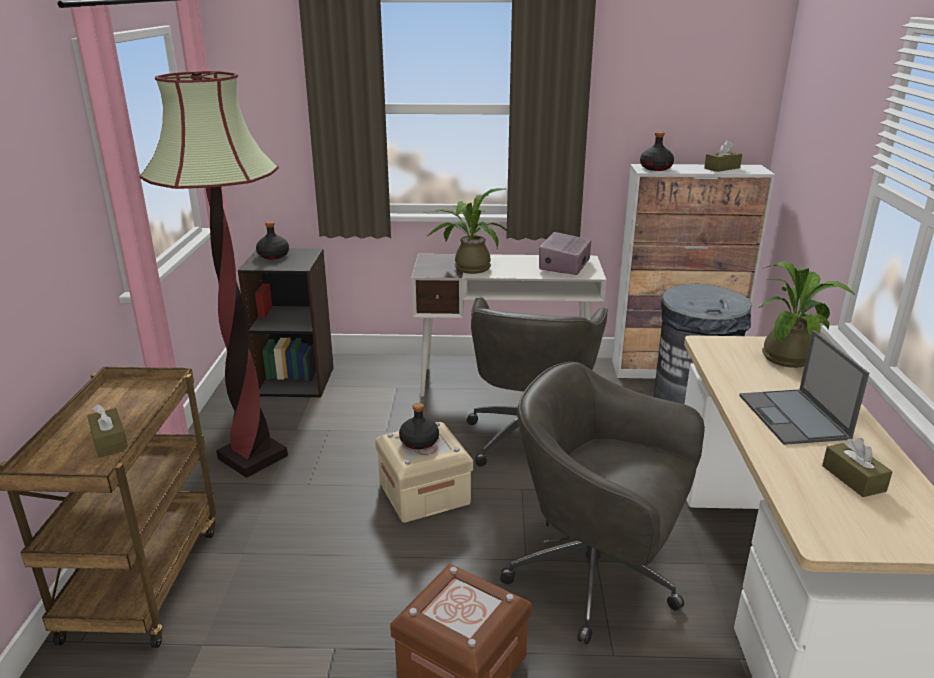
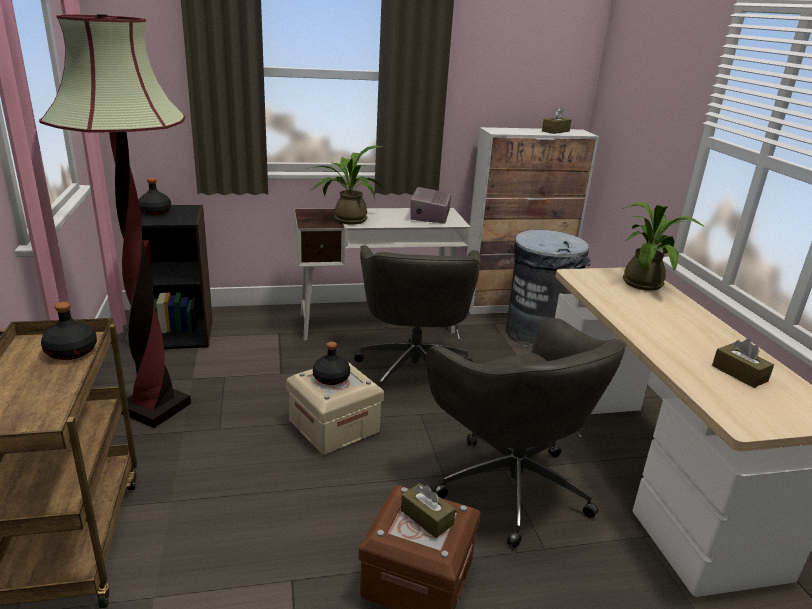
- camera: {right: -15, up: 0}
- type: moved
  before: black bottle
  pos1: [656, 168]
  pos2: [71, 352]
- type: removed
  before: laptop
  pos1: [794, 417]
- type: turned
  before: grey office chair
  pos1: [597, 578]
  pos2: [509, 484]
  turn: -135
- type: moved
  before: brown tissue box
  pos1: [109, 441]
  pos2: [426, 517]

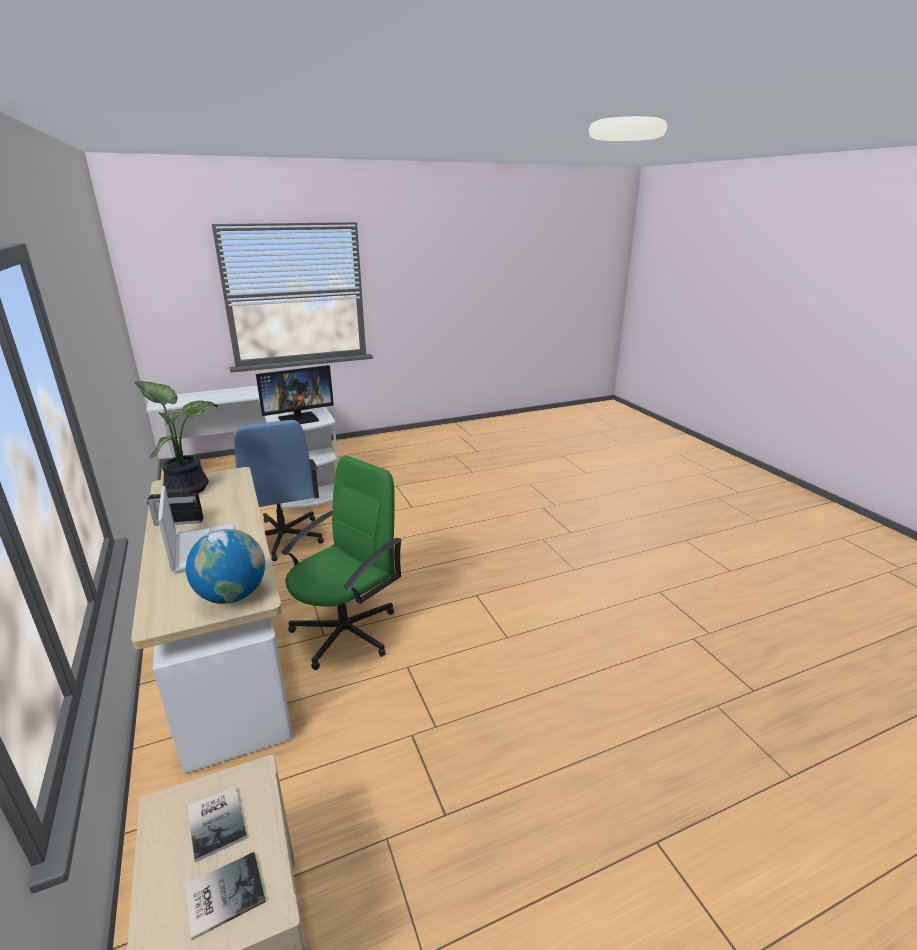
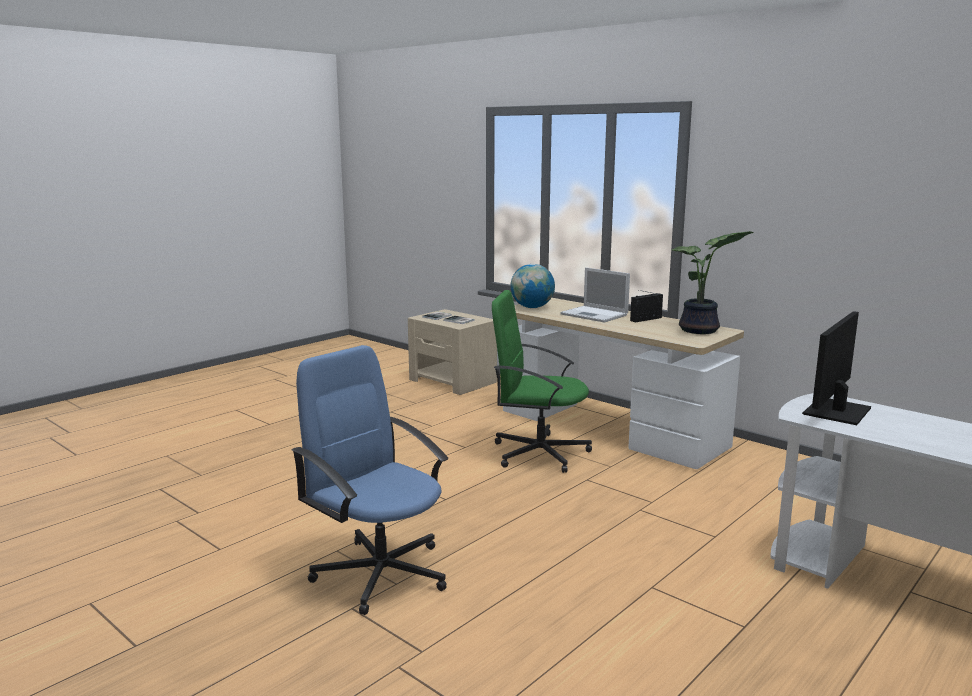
- camera: {right: 155, up: -10}
- type: moved
  before: blue office chair
  pos1: [283, 538]
  pos2: [380, 572]
- type: turned
  before: green office chair
  pos1: [346, 631]
  pos2: [538, 453]
  turn: 90

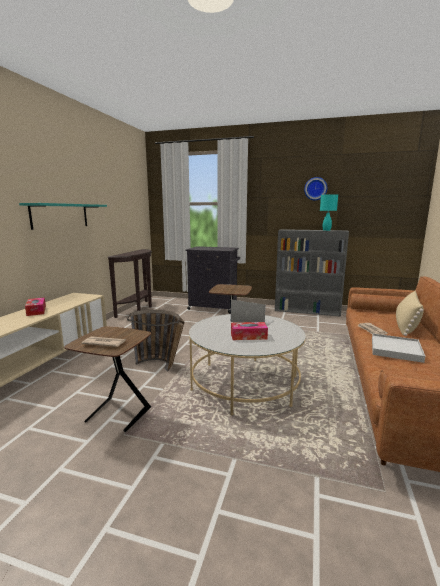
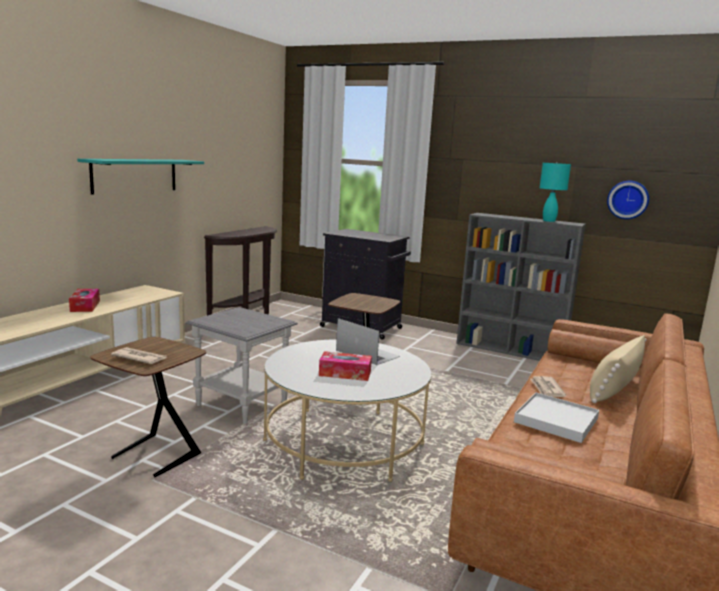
- camera: {right: 10, up: 0}
- type: moved
  before: wall clock
  pos1: [315, 189]
  pos2: [628, 199]
- type: replaced
  before: basket
  after: grey side table
  pos1: [162, 366]
  pos2: [241, 404]

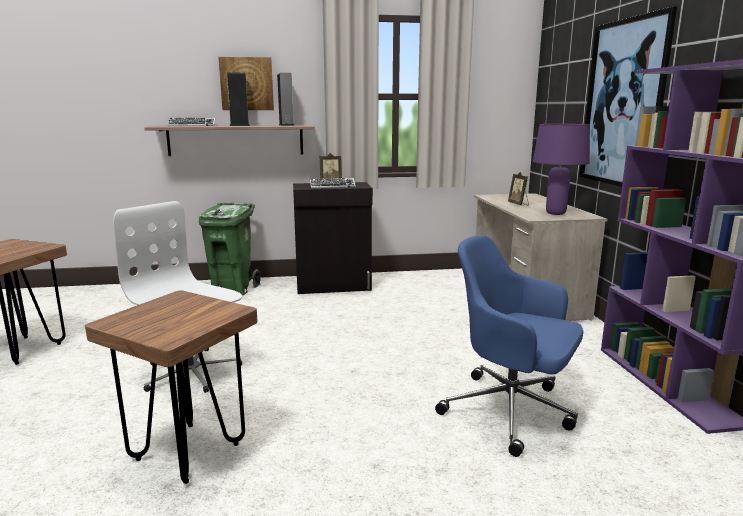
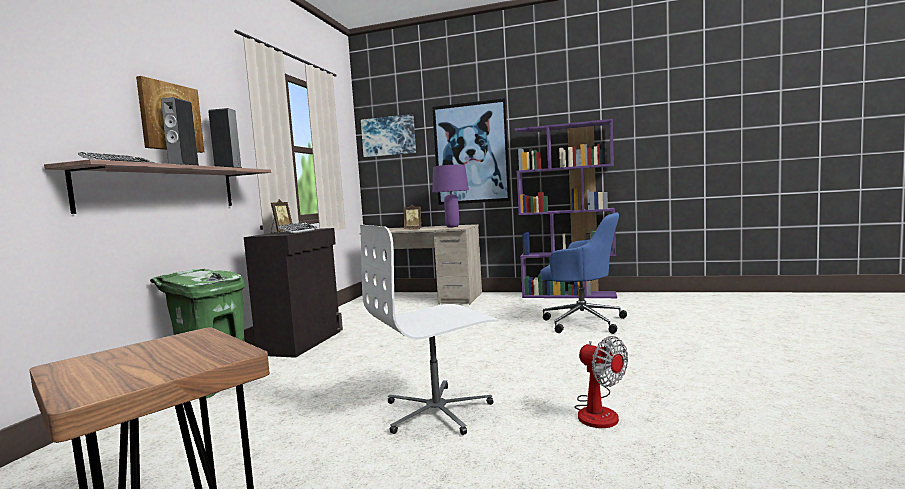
- camera: {right: -65, up: -10}
- type: turned
  before: blue office chair
  pos1: [511, 411]
  pos2: [581, 321]
  turn: -120
- type: replaced
  before: brown stool
  after: fan
  pos1: [189, 451]
  pos2: [597, 411]
- type: added
  after: picture
  pos2: [388, 136]

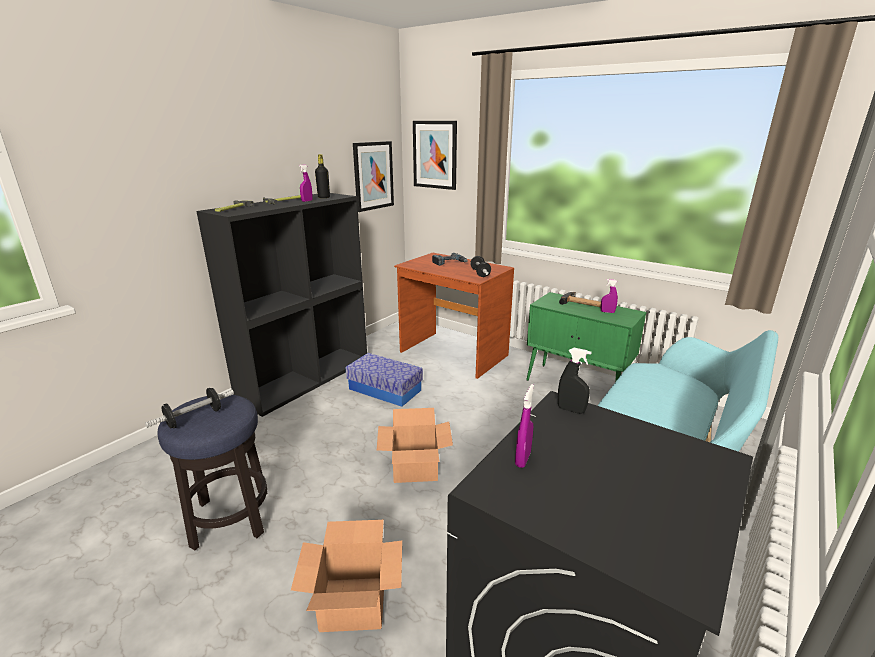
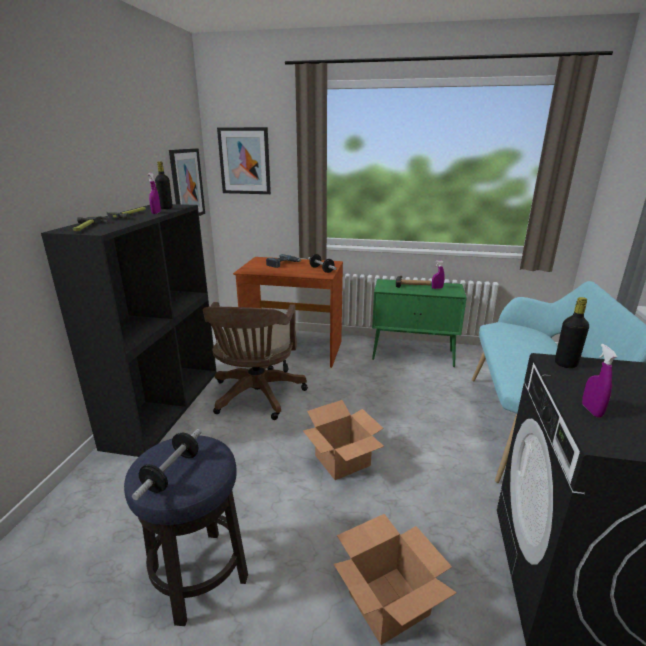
- camera: {right: -25, up: 0}
- type: replaced
  before: black spray bottle
  after: black bottle
  pos1: [571, 410]
  pos2: [565, 364]
- type: replaced
  before: storage box
  after: brown office chair
  pos1: [384, 390]
  pos2: [256, 397]

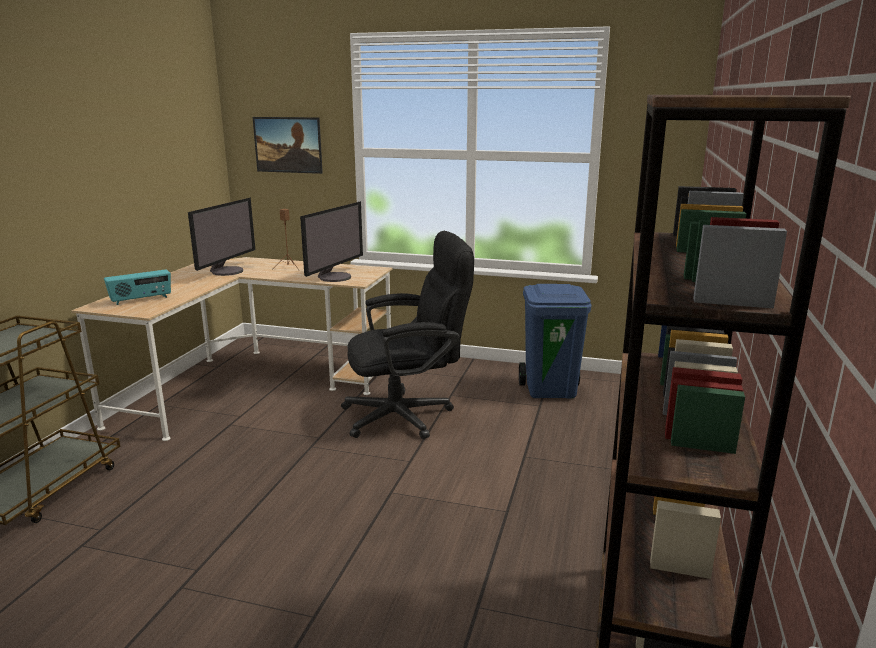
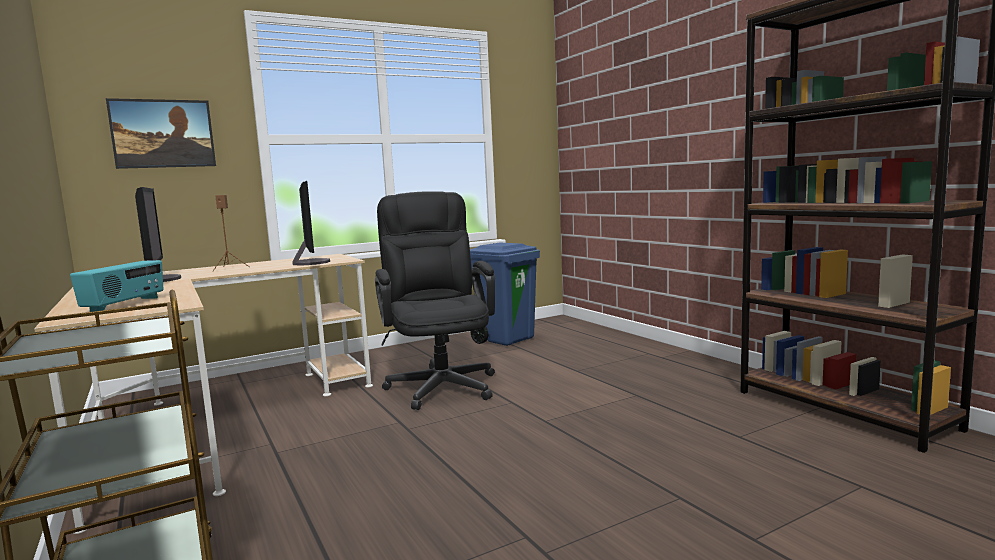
- camera: {right: -45, up: -10}
- type: turned
  before: black office chair
  pos1: [408, 415]
  pos2: [440, 383]
  turn: -45

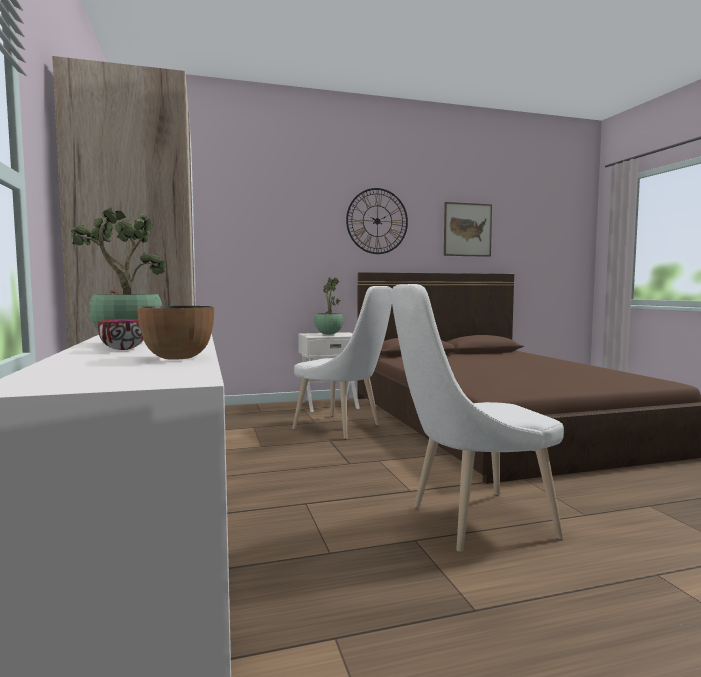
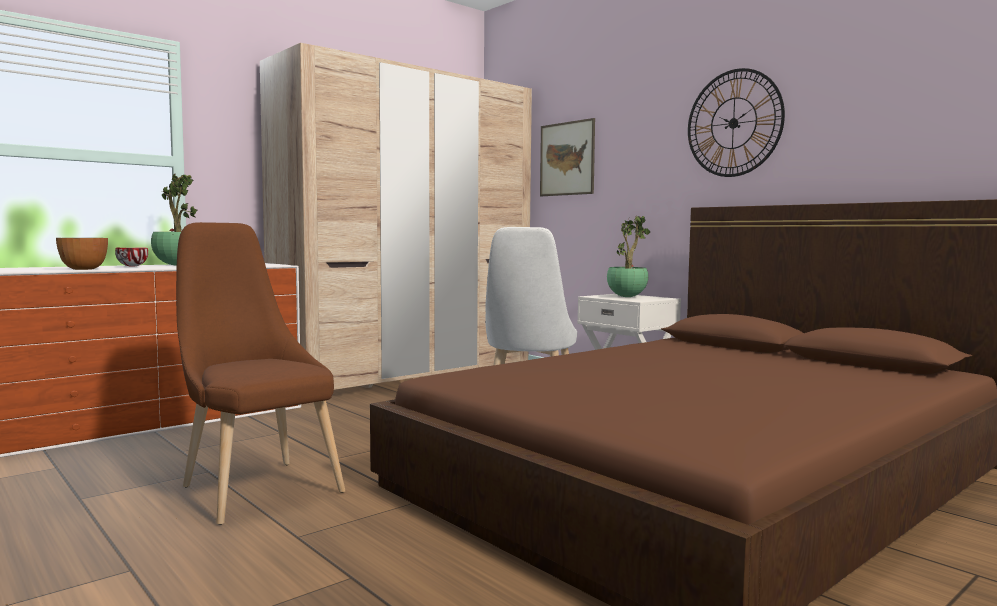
- camera: {right: 65, up: 0}
- type: moved
  before: picture
  pos1: [467, 229]
  pos2: [567, 158]
- type: recoloured
  before: white chair
  after: brown chair
  pos1: [472, 522]
  pos2: [255, 487]

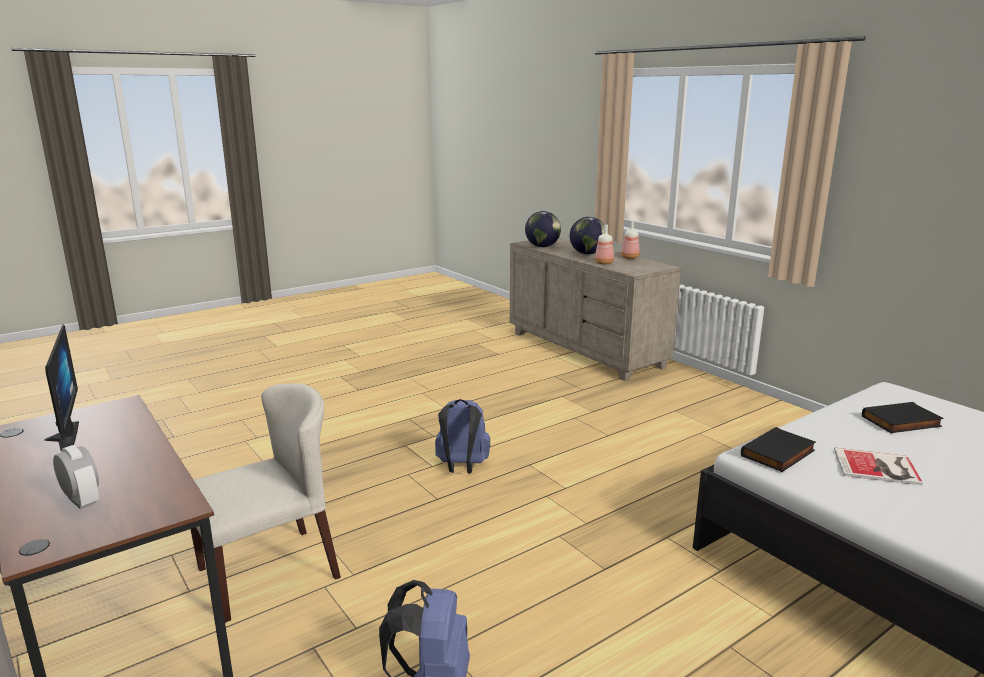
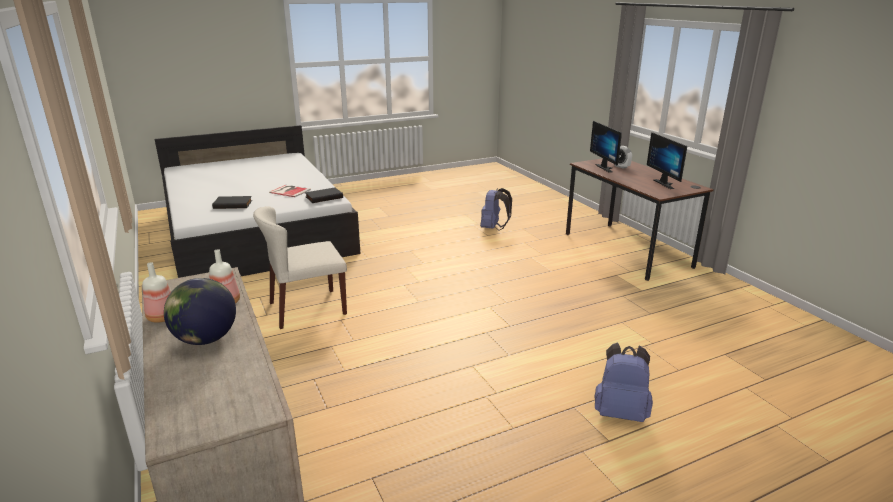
- camera: {right: -170, up: 5}
- type: removed
  before: globe
  pos1: [542, 246]
- type: moved
  before: beige chair
  pos1: [269, 572]
  pos2: [307, 308]
- type: moved
  before: blue backpack
  pos1: [462, 467]
  pos2: [620, 412]
- type: added
  after: monitor
  pos2: [607, 168]

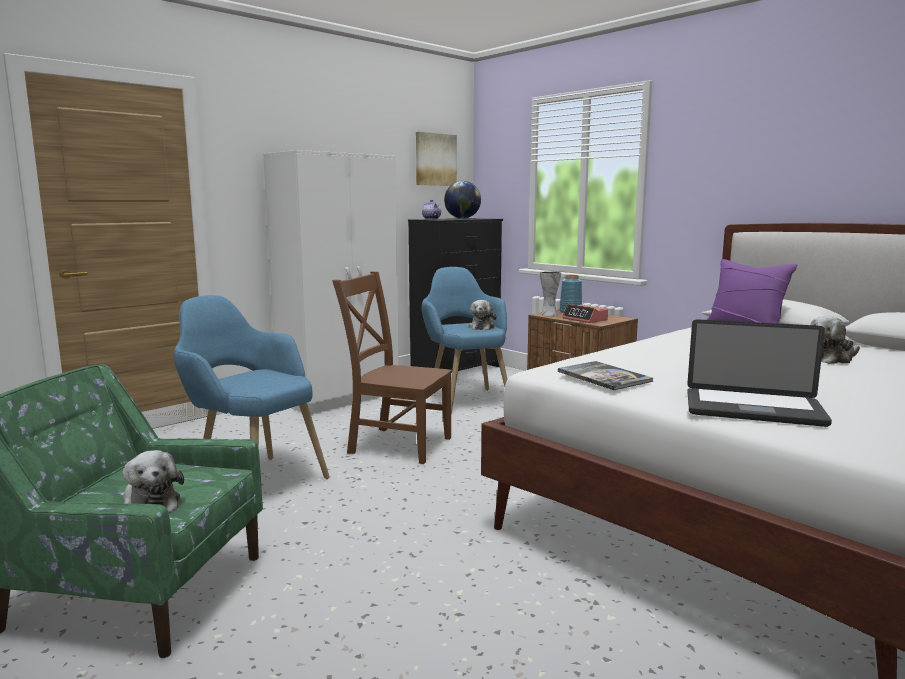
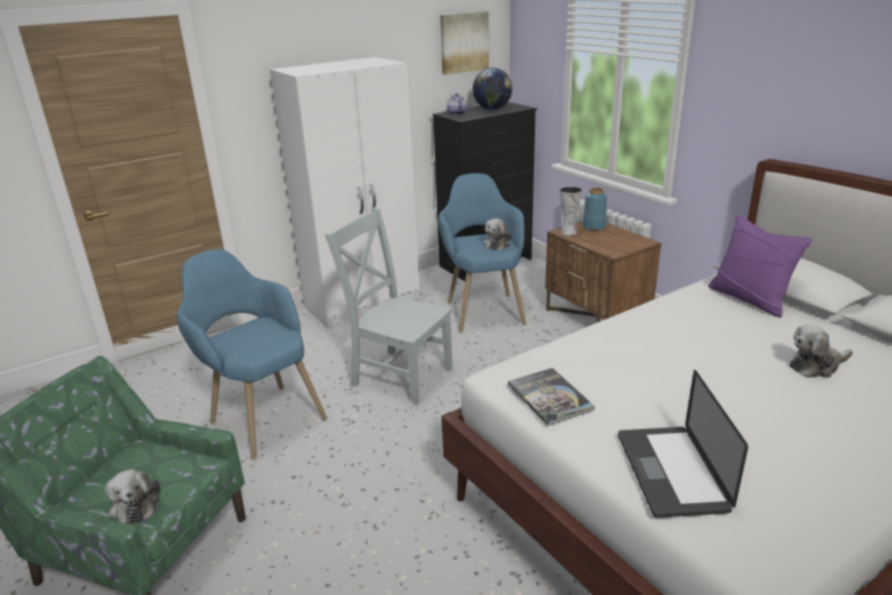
- camera: {right: 10, up: 15}
- type: recoloured
  before: brown chair
  after: grey chair
  pos1: [396, 444]
  pos2: [398, 375]
- type: removed
  before: alarm clock
  pos1: [585, 319]
- type: turned
  before: laptop
  pos1: [753, 409]
  pos2: [671, 472]
  turn: 60

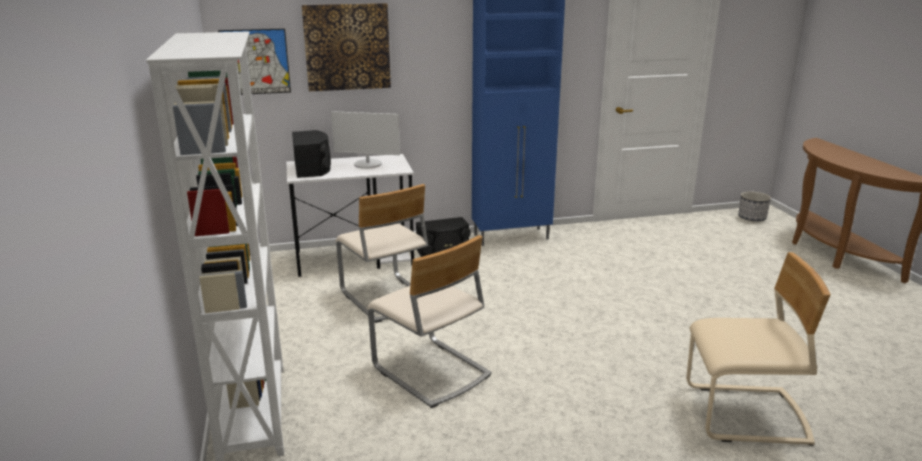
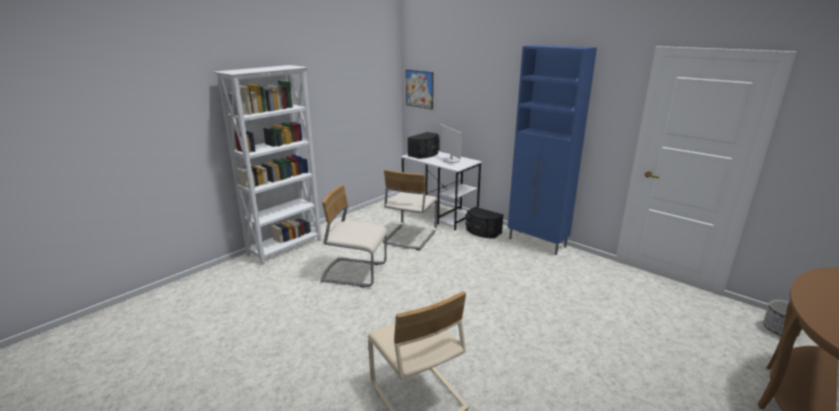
- camera: {right: 55, up: 0}
- type: removed
  before: picture
  pos1: [347, 47]
- type: turned
  before: beige chair
  pos1: [430, 372]
  pos2: [354, 272]
  turn: 90

